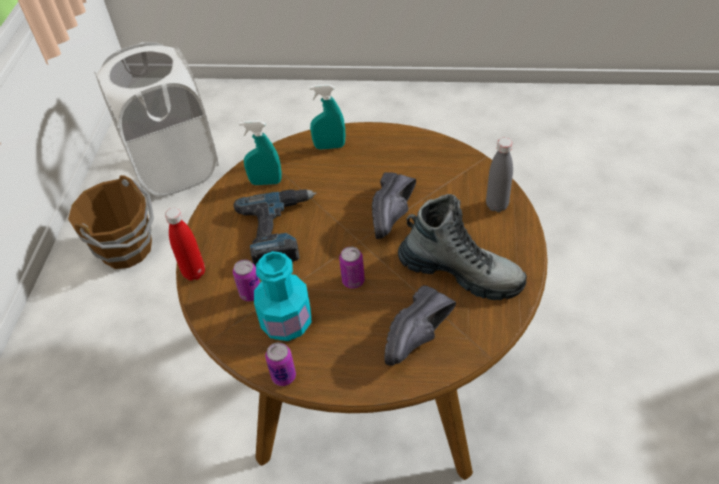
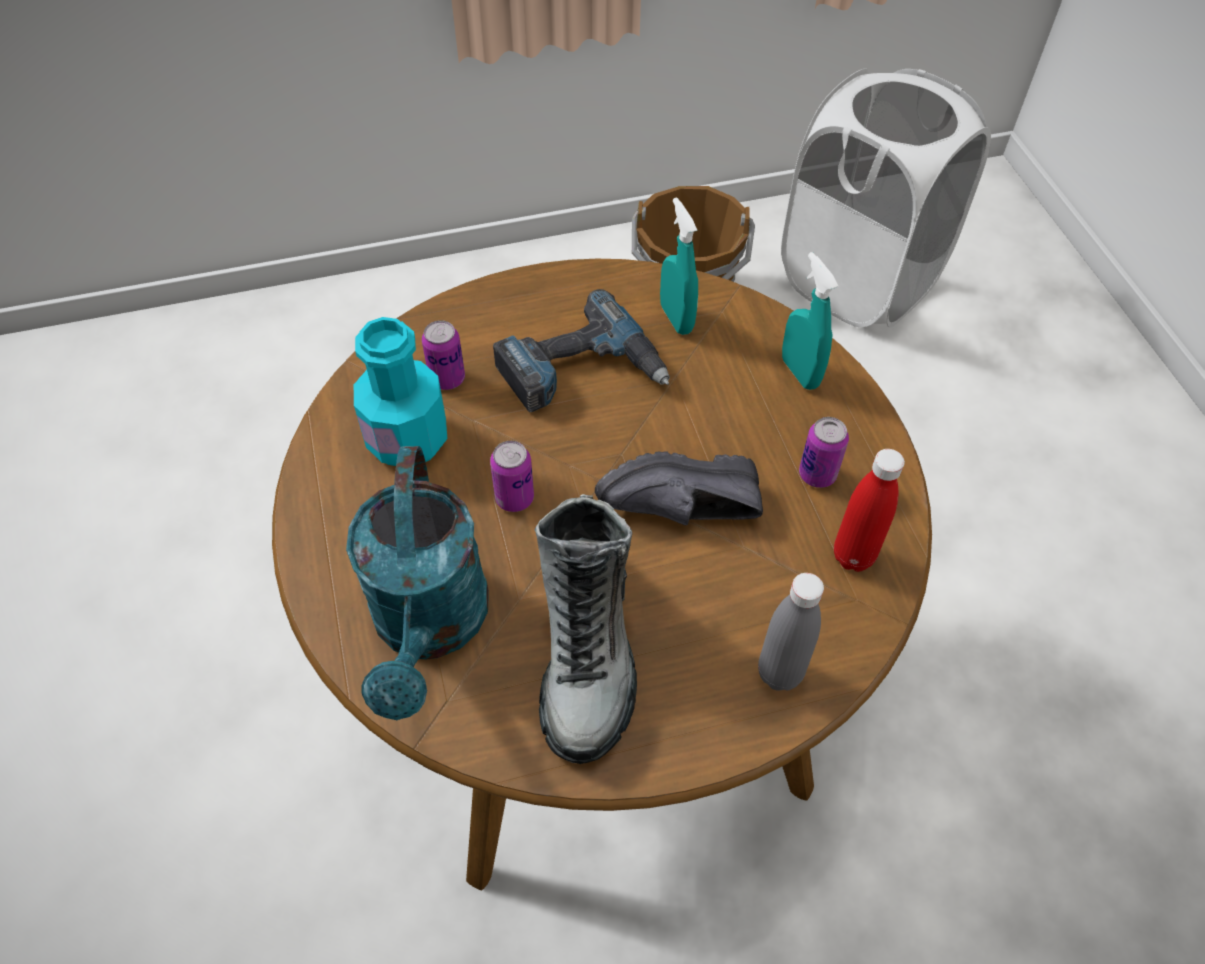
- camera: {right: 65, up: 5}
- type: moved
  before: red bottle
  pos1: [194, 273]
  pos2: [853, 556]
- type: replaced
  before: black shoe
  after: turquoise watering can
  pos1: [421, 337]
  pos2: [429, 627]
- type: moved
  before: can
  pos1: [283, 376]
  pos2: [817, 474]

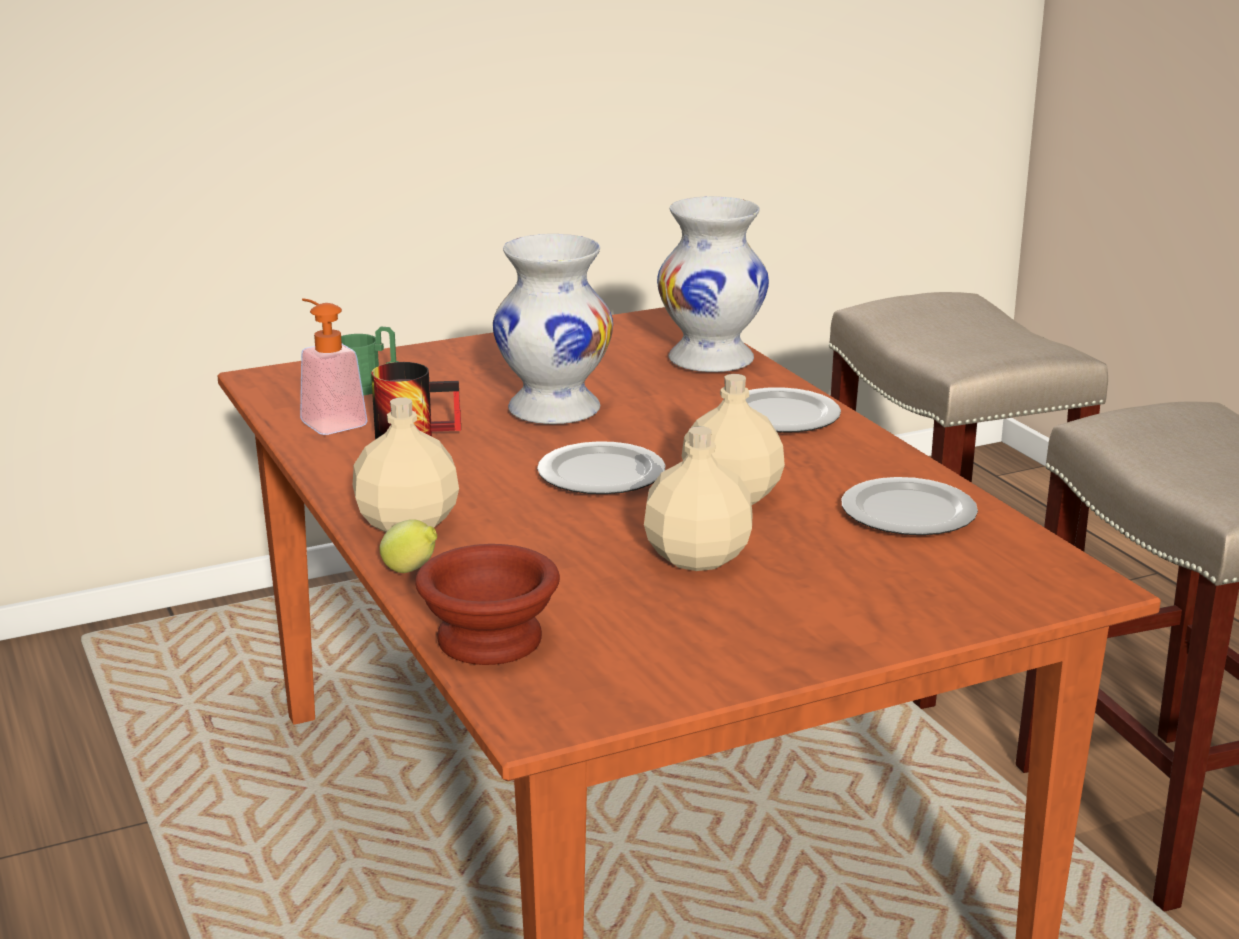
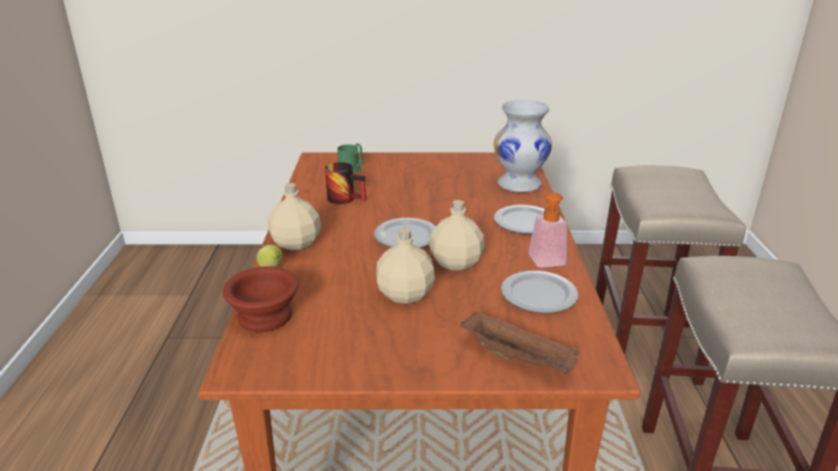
- camera: {right: 25, up: 5}
- type: removed
  before: white vase
  pos1: [553, 409]
- type: moved
  before: soap dispenser
  pos1: [328, 420]
  pos2: [544, 256]
- type: added
  after: brown tray
  pos2: [519, 358]

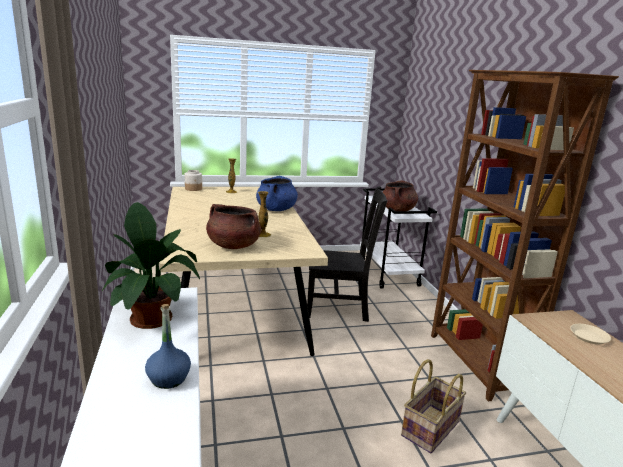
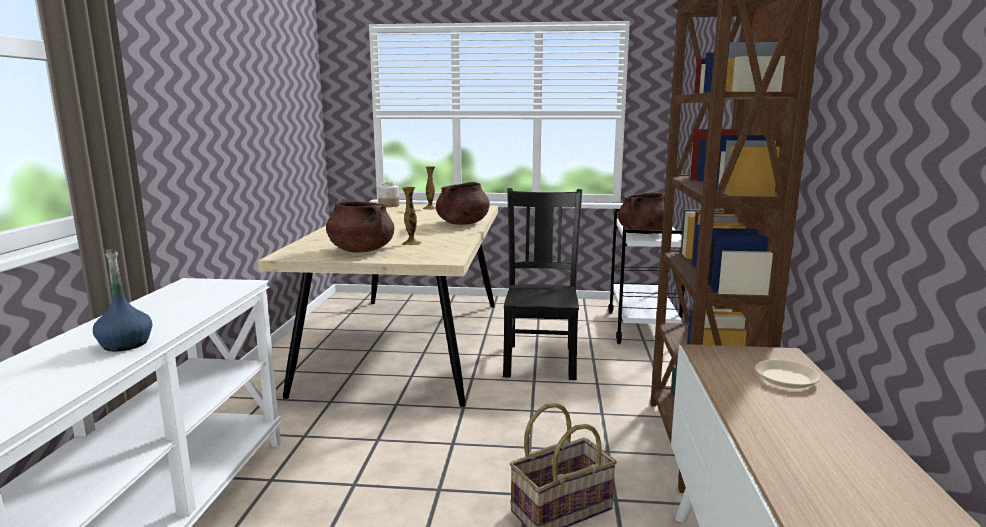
- camera: {right: 20, up: -5}
- type: recoloured
  before: blue cooking pot
  after: brown cooking pot
  pos1: [276, 209]
  pos2: [462, 223]
- type: turned
  before: black chair
  pos1: [339, 307]
  pos2: [540, 359]
  turn: -105
- type: removed
  before: potted plant
  pos1: [152, 316]

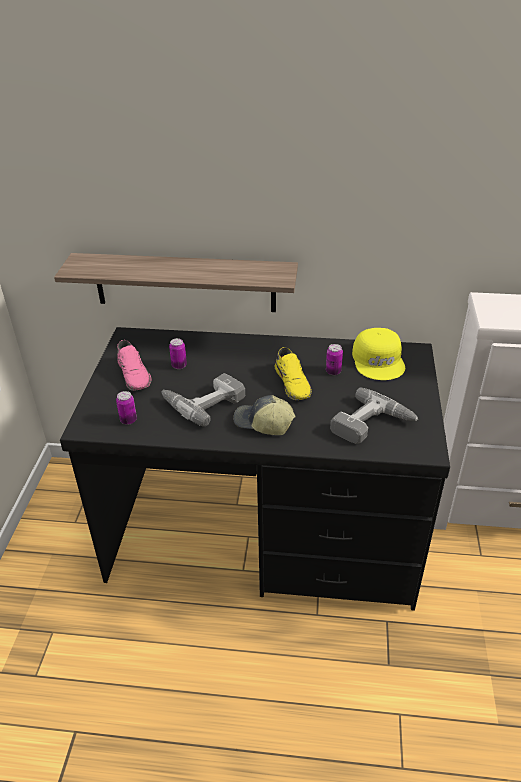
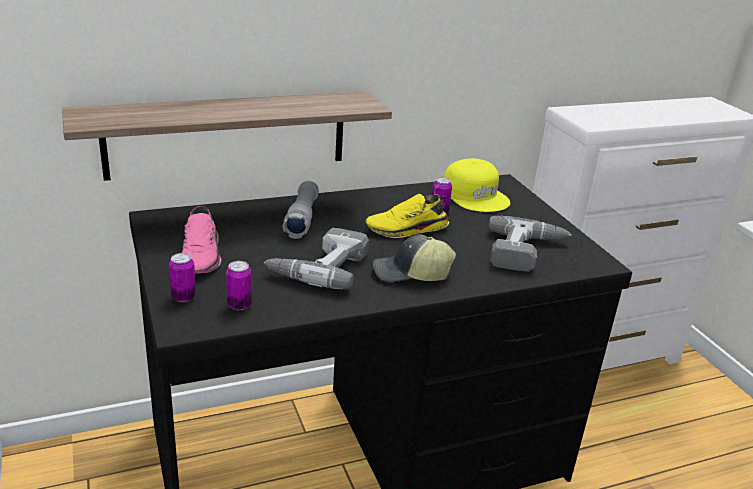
- camera: {right: -30, up: -10}
- type: moved
  before: can
  pos1: [179, 365]
  pos2: [183, 297]
- type: turned
  before: pink shoe
  pos1: [135, 374]
  pos2: [203, 256]
  turn: 45
- type: turned
  before: yellow shoe
  pos1: [293, 383]
  pos2: [407, 230]
  turn: 120
- type: added
  after: grey flashlight
  pos2: [302, 218]

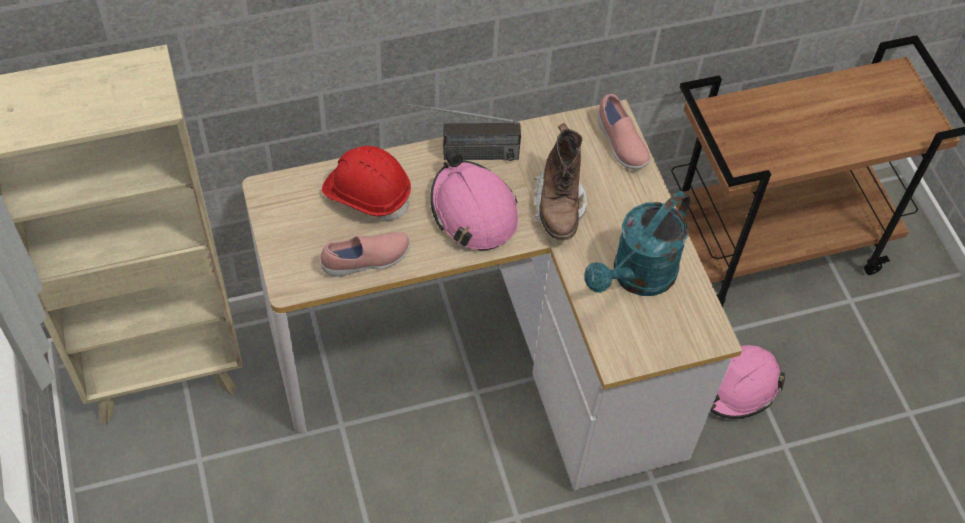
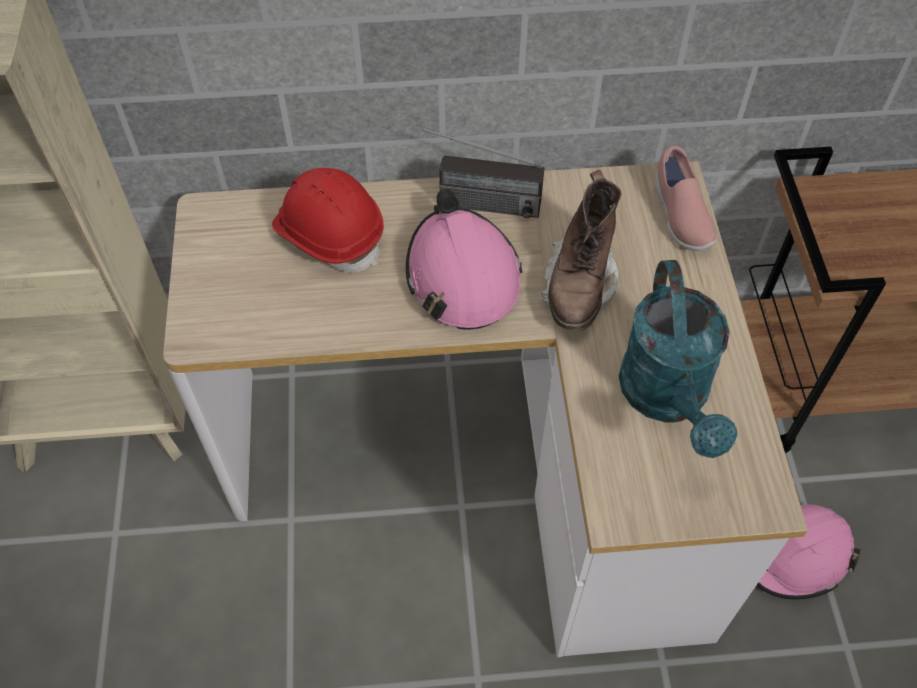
- camera: {right: 15, up: 0}
- type: turned
  before: turquoise watering can
  pos1: [636, 277]
  pos2: [668, 398]
  turn: -60
- type: removed
  before: pink shoe
  pos1: [366, 261]

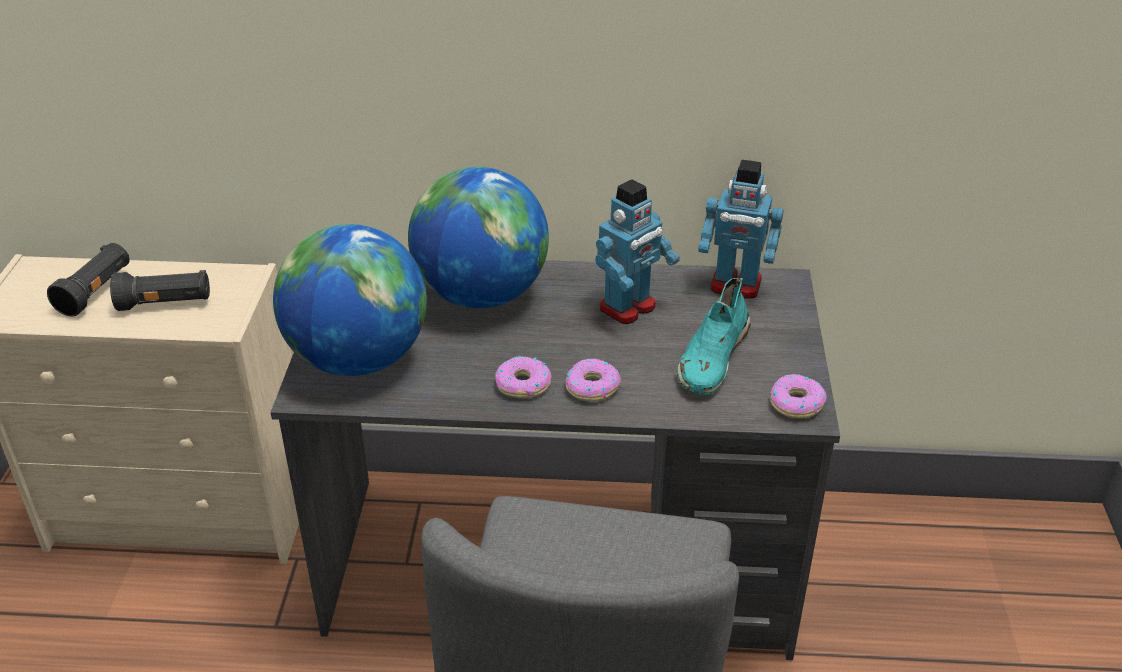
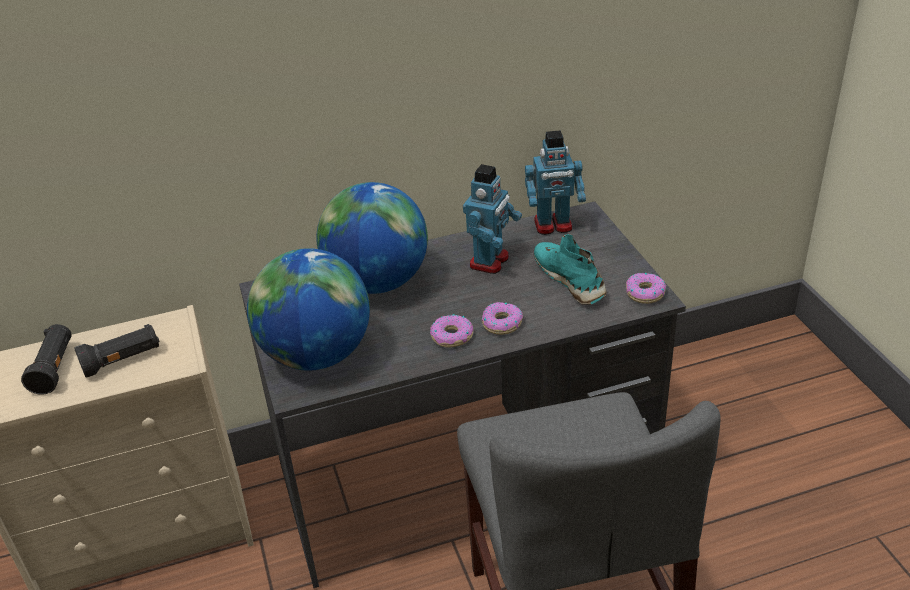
- camera: {right: -20, up: 0}
- type: turned
  before: turquoise shoe
  pos1: [712, 358]
  pos2: [570, 279]
  turn: 150

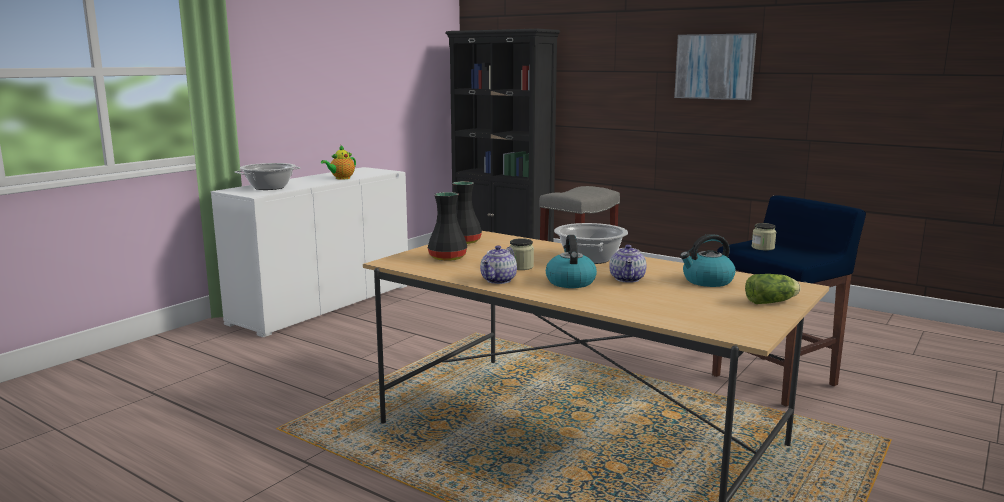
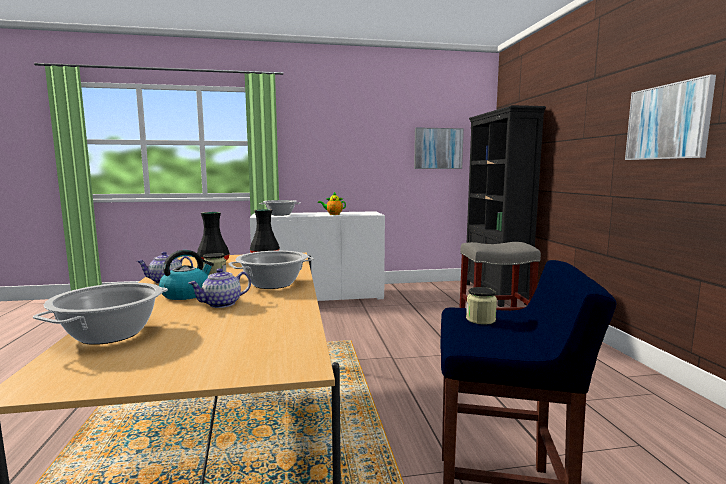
- camera: {right: 45, up: -5}
- type: removed
  before: kettle
  pos1: [707, 281]
- type: removed
  before: lettuce
  pos1: [772, 302]
- type: added
  after: picture
  pos2: [438, 148]
- type: added
  after: cooking pot
  pos2: [110, 334]

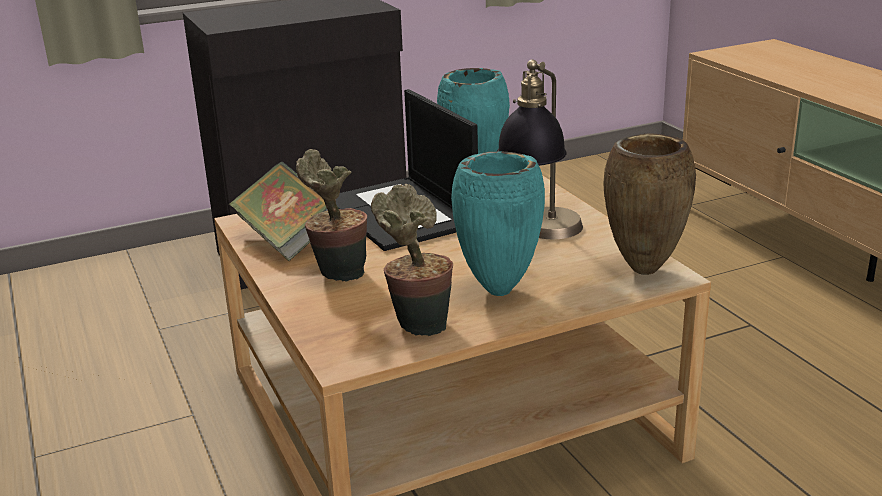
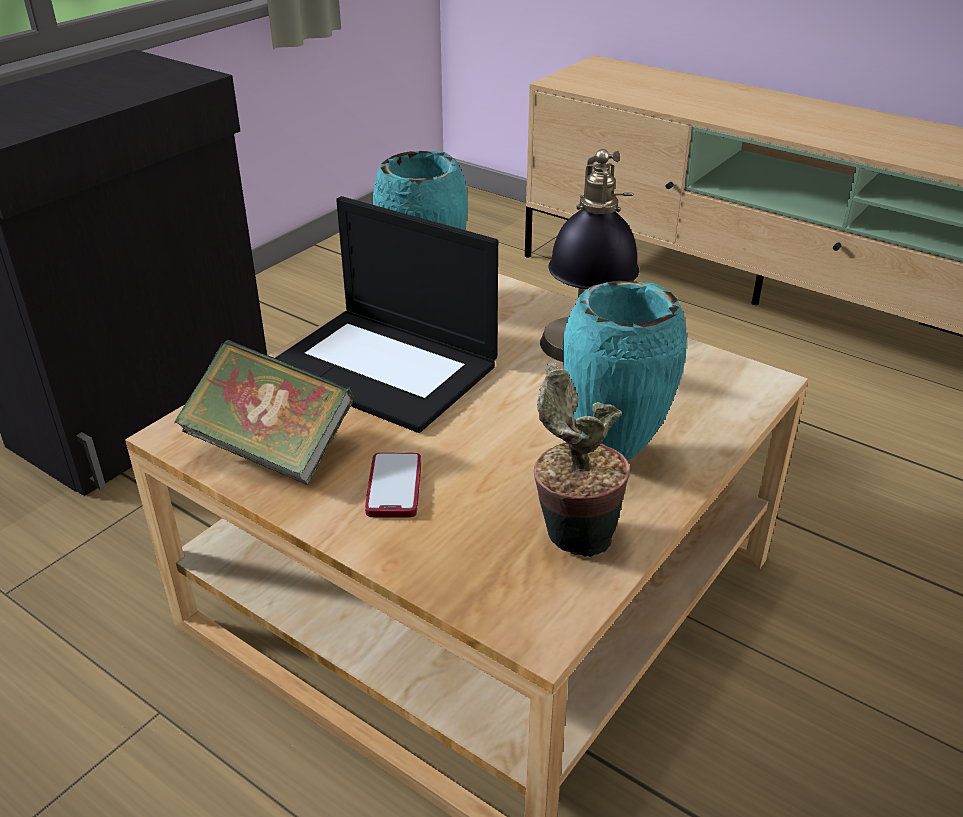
- camera: {right: -30, up: 10}
- type: removed
  before: brown vase
  pos1: [642, 270]
- type: replaced
  before: potted plant
  after: phone
  pos1: [337, 274]
  pos2: [394, 487]

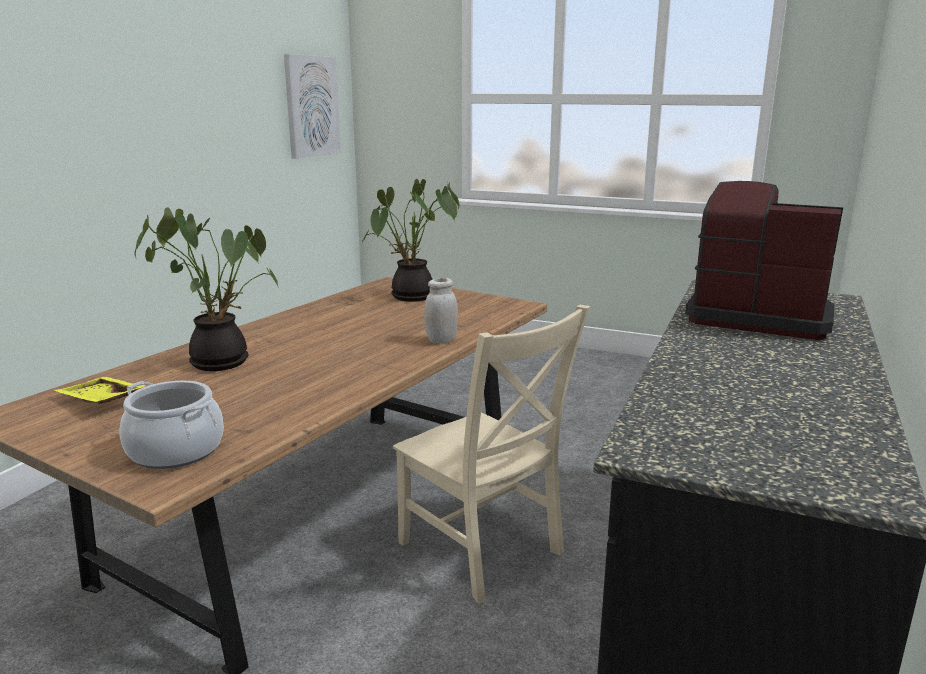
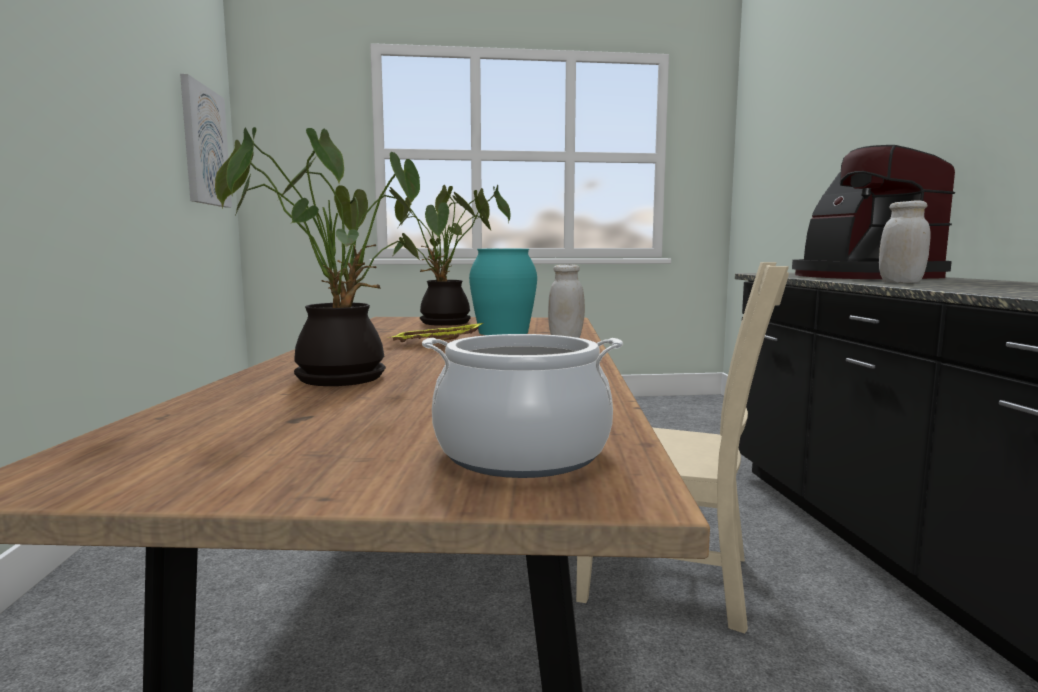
- camera: {right: -30, up: -10}
- type: turned
  before: coffee machine
  pos1: [757, 317]
  pos2: [860, 277]
  turn: -105
- type: moved
  before: yellow tray
  pos1: [100, 401]
  pos2: [436, 344]
- type: added
  after: white jar
  pos2: [900, 282]
- type: added
  after: turquoise vase
  pos2: [502, 332]

